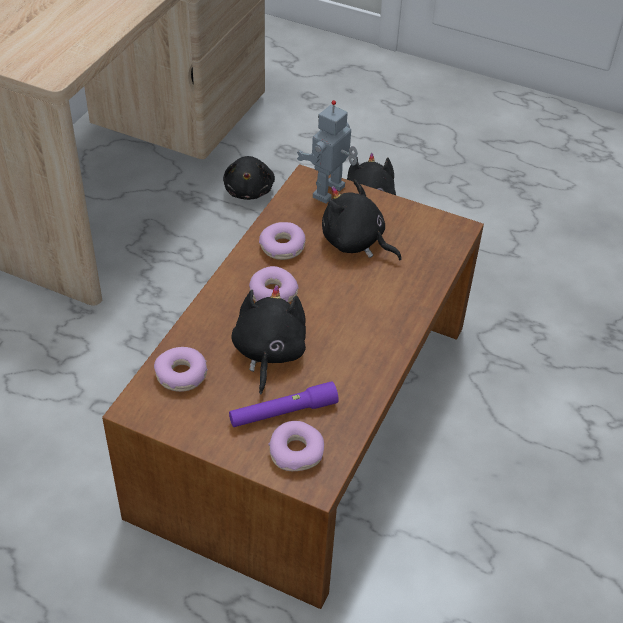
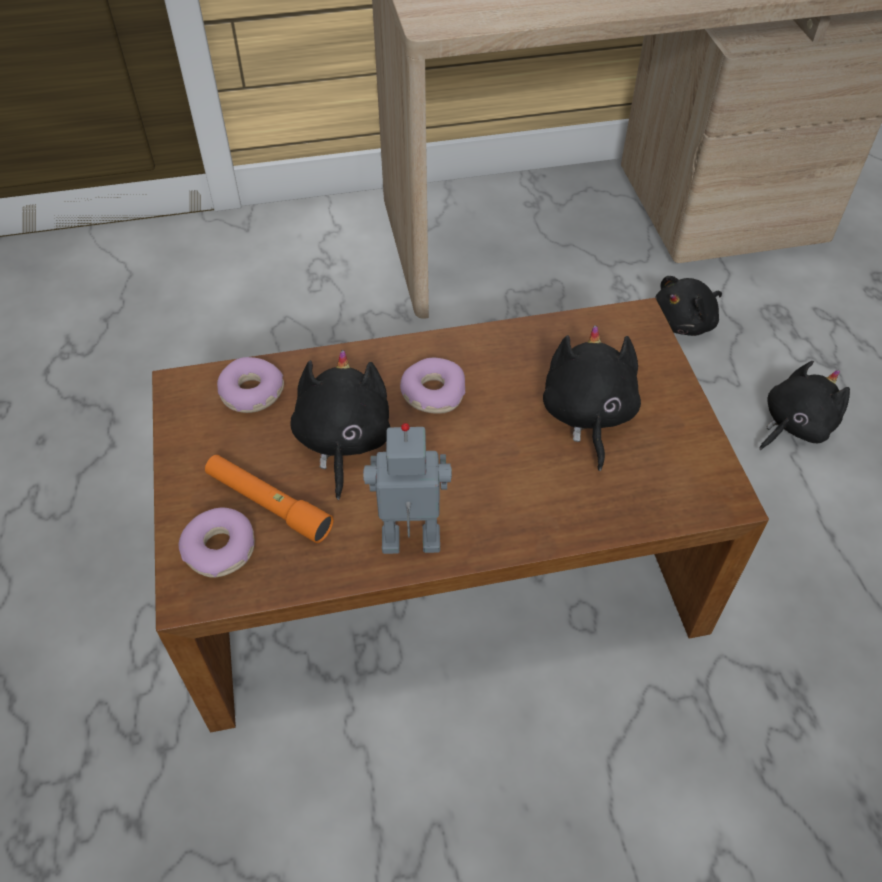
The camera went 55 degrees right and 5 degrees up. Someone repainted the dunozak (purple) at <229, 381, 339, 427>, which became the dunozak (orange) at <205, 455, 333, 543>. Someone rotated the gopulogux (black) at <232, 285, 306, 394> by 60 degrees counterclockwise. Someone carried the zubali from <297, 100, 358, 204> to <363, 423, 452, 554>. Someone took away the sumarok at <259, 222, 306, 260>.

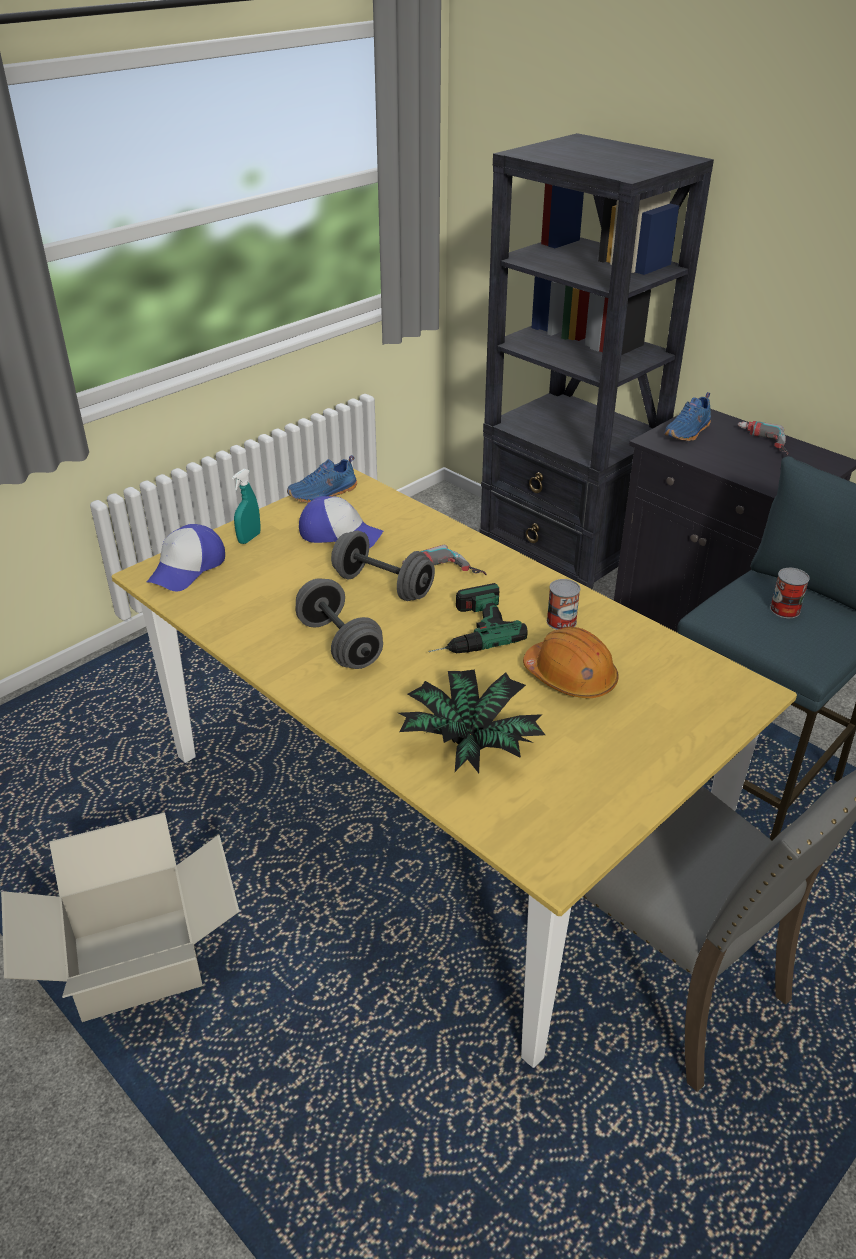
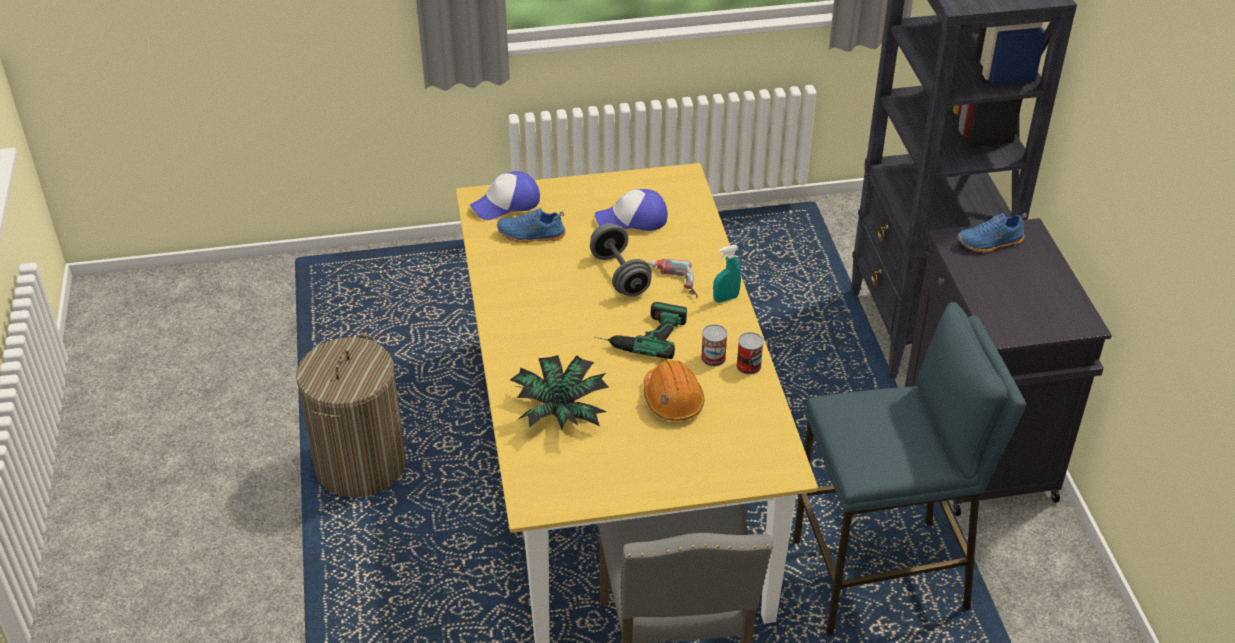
The camera went 35 degrees right and 5 degrees up. Someone swapped the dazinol at <1, 812, 240, 1022> for the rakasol at <296, 334, 406, 497>. Someone carried the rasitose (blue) from <287, 455, 357, 503> to <497, 208, 566, 243>. Someone rotated the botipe at <299, 496, 383, 548> by 120 degrees clockwise. Someone carried the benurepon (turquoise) from <232, 469, 261, 544> to <713, 245, 741, 303>. Someone carried the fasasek from <770, 568, 810, 618> to <736, 332, 764, 375>. Someone took away the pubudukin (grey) at <296, 578, 383, 669>. Someone took away the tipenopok at <737, 421, 789, 455>.

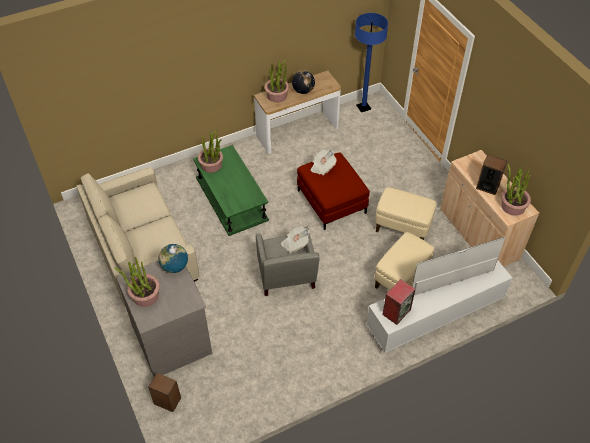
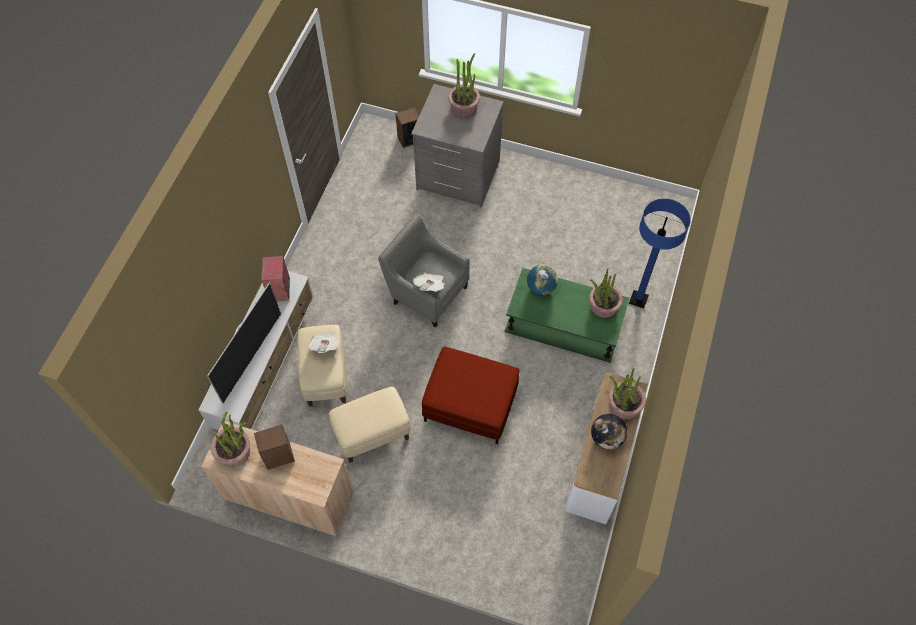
The camera went 135 degrees right and 10 degrees up. Someone carried the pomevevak from <311, 149, 336, 175> to <307, 331, 341, 353>. Someone carried the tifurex from <158, 244, 188, 273> to <527, 264, 558, 295>. Someone carried the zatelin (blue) from <355, 13, 388, 112> to <629, 198, 691, 308>. Someone took away the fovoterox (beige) at <76, 167, 200, 307>.

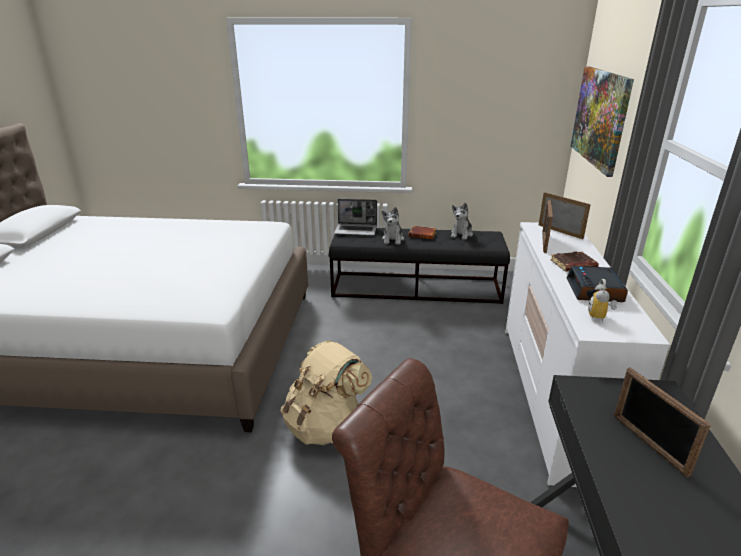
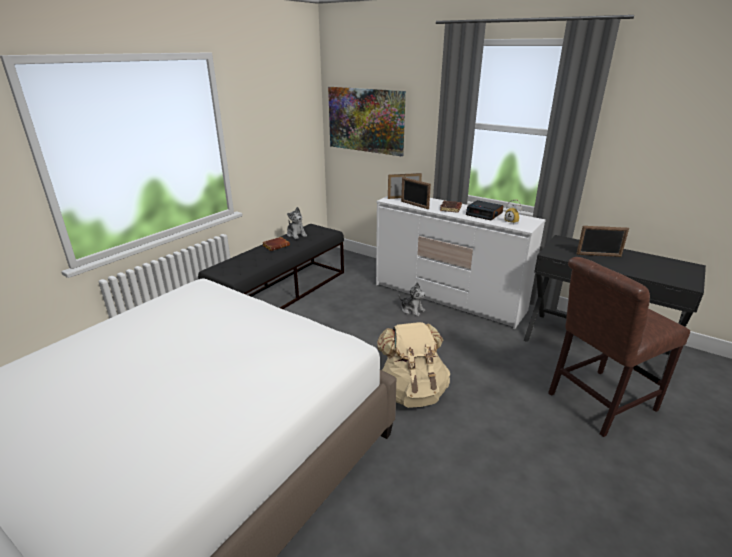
The camera went 60 degrees left and 0 degrees up. Someone carried the gopulogux from <382, 207, 404, 245> to <398, 282, 426, 316>. Someone took away the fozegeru at <334, 199, 377, 236>.

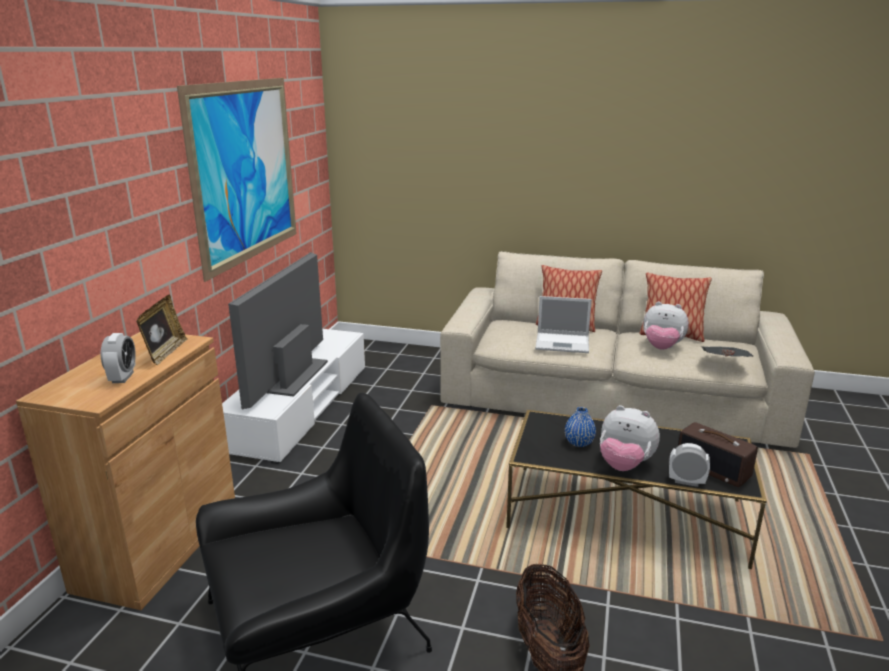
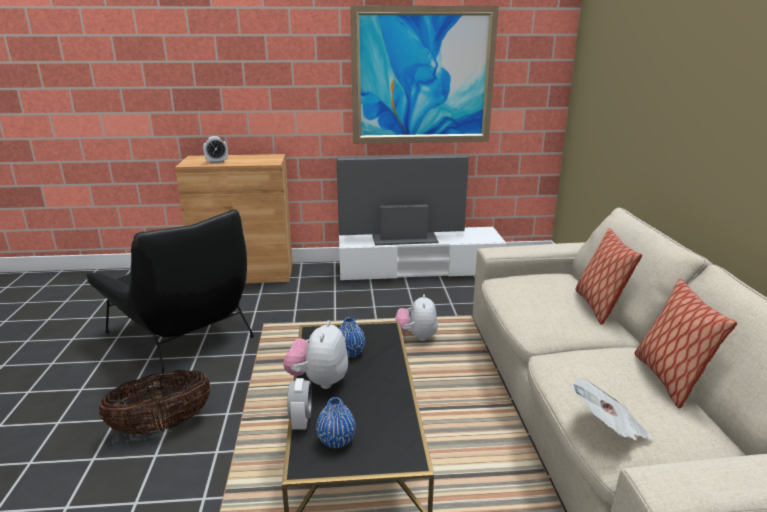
The camera went 70 degrees right and 0 degrees up. Someone swapped the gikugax at <678, 422, 758, 487> for the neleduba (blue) at <316, 397, 356, 448>. Someone carried the gopulogux from <643, 302, 689, 350> to <395, 294, 438, 341>. Someone took away the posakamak at <136, 295, 187, 365>. Someone took away the fozegeru at <535, 296, 592, 353>.

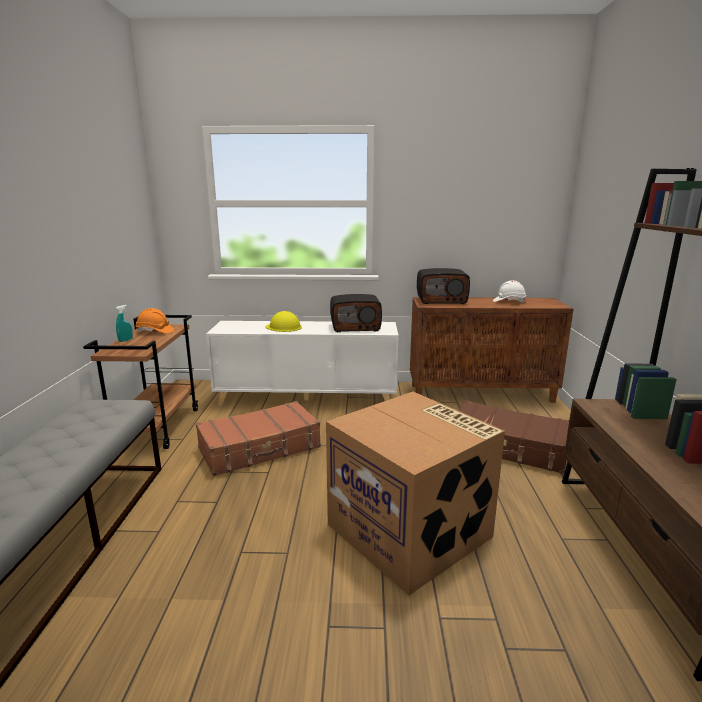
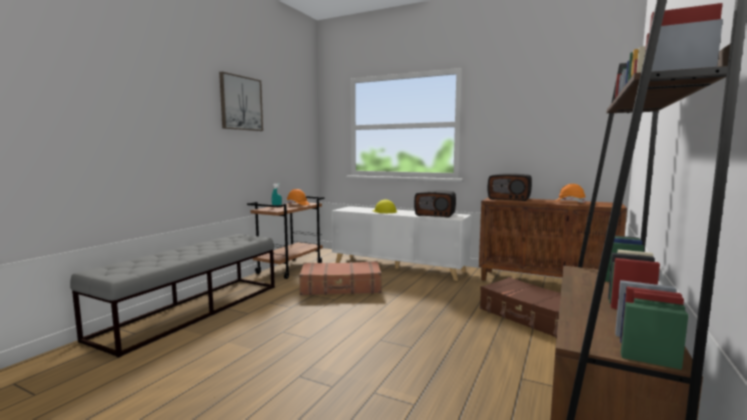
The camera went 25 degrees right and 10 degrees down. Someone put up the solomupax at <219, 72, 263, 131>. Someone repainted the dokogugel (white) at <493, 280, 526, 303>, which became the dokogugel (orange) at <556, 184, 586, 203>. Someone took away the dazinol at <326, 392, 505, 595>.

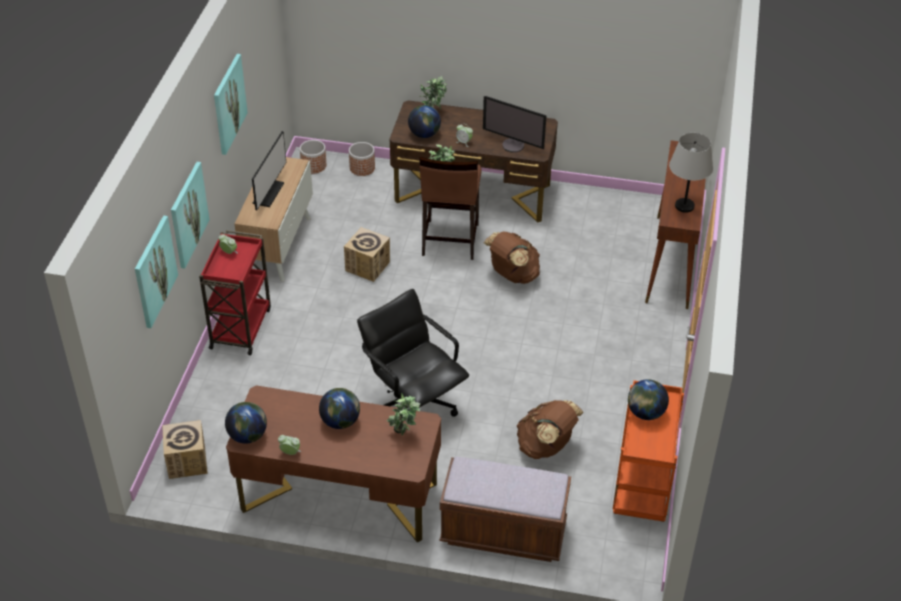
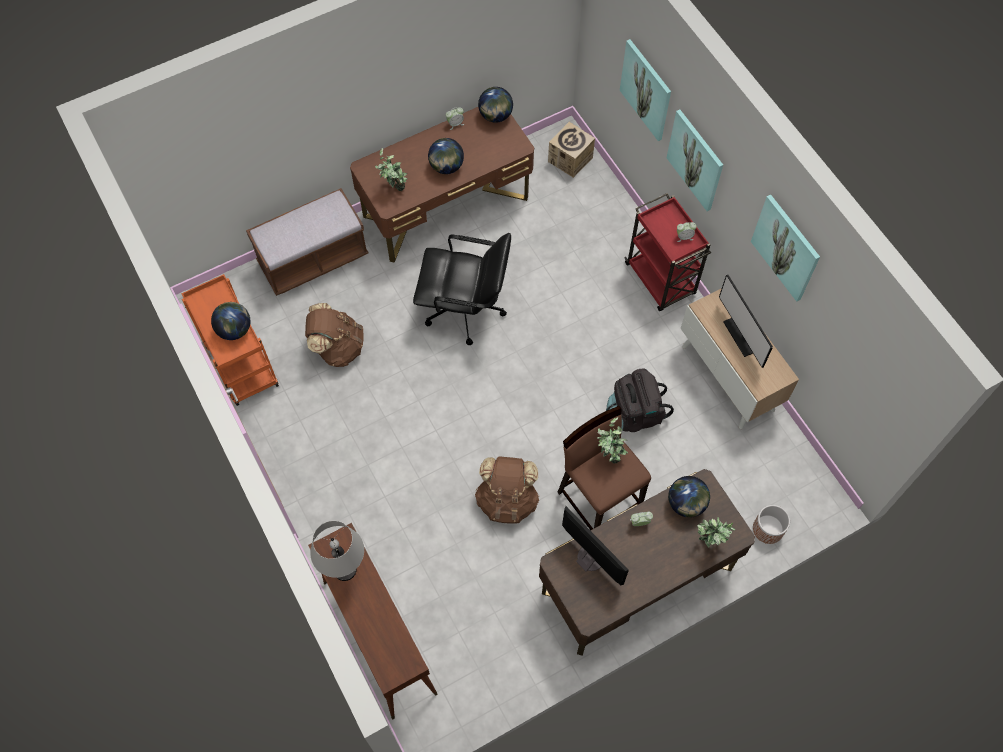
The camera went 140 degrees right and 20 degrees up. Someone rotated the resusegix at <483, 96, 546, 153> by 60 degrees clockwise. Someone swapped the dazinol at <344, 227, 390, 282> for the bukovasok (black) at <606, 368, 674, 432>. Someone took away the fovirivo at <300, 140, 327, 173>.

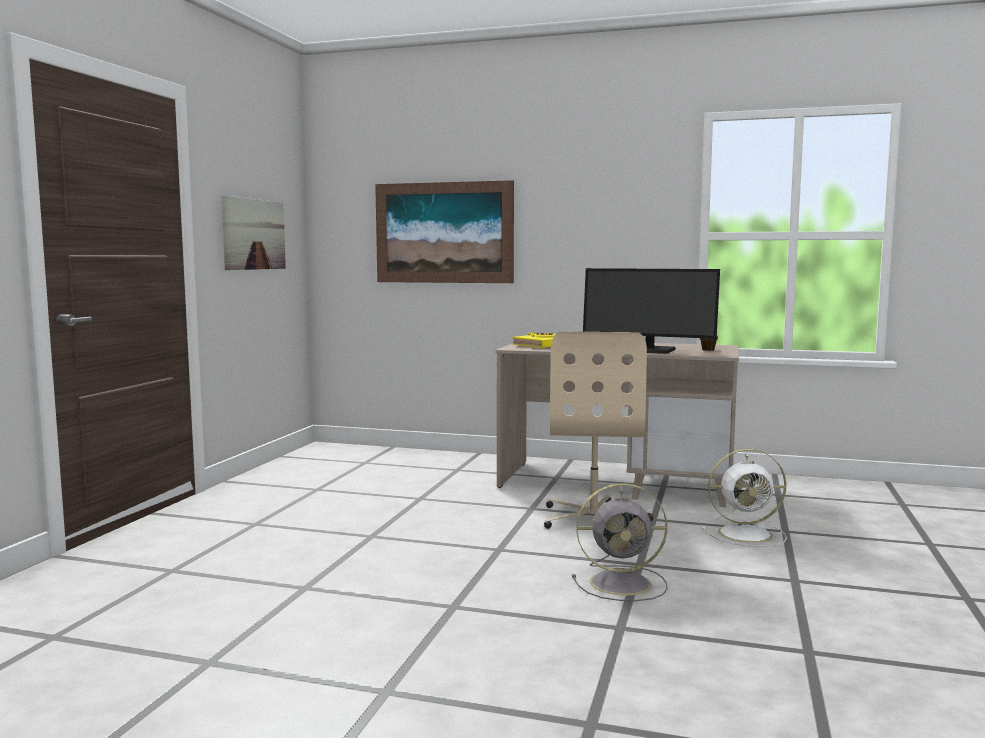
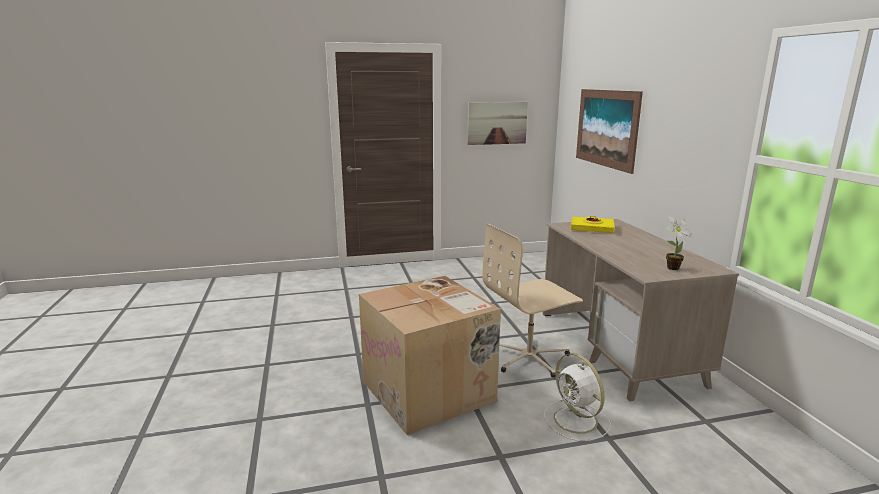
The camera went 60 degrees right and 10 degrees up. Someone swapped the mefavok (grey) at <572, 483, 668, 601> for the dazinol at <359, 276, 501, 435>. Someone took away the resusegix at <583, 268, 720, 354>.

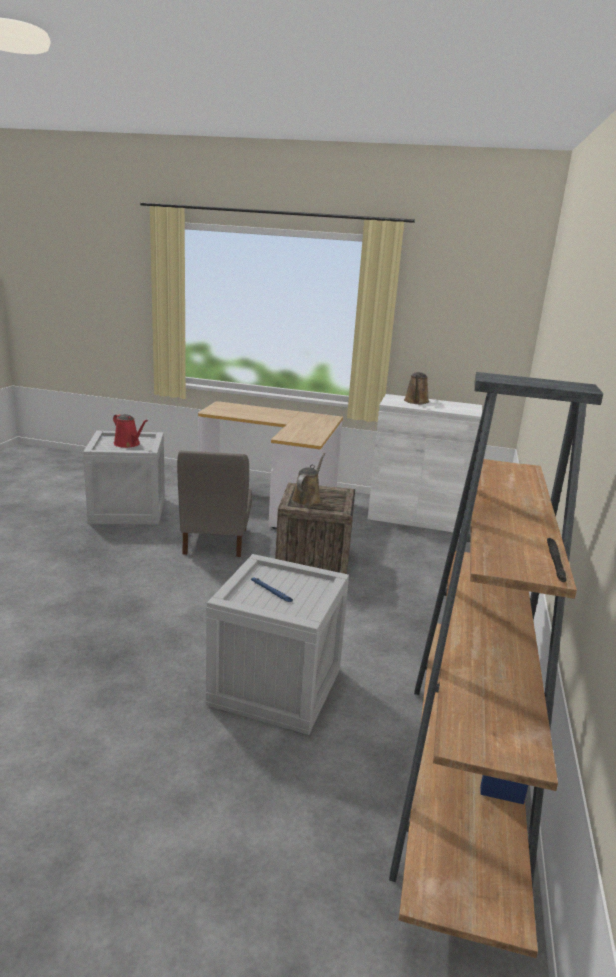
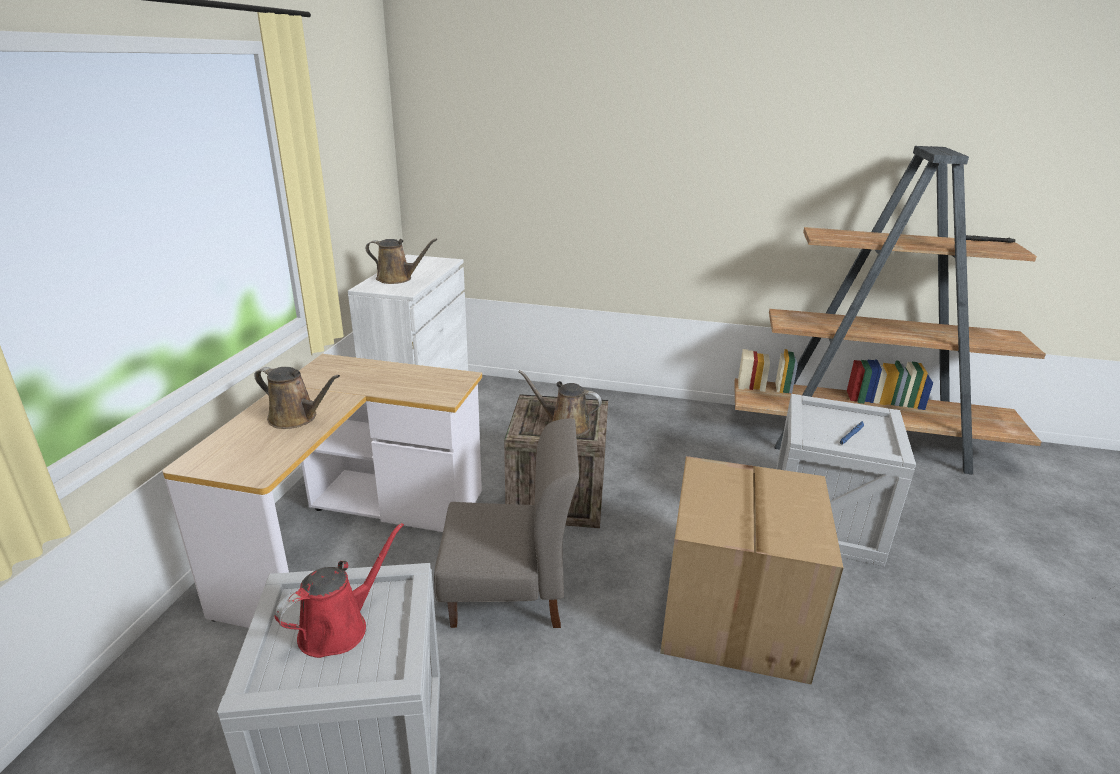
The camera went 90 degrees left and 5 degrees up. Someone put down the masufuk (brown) at <254, 367, 340, 429>. Someone put down the dazinol at <660, 456, 843, 684>.

